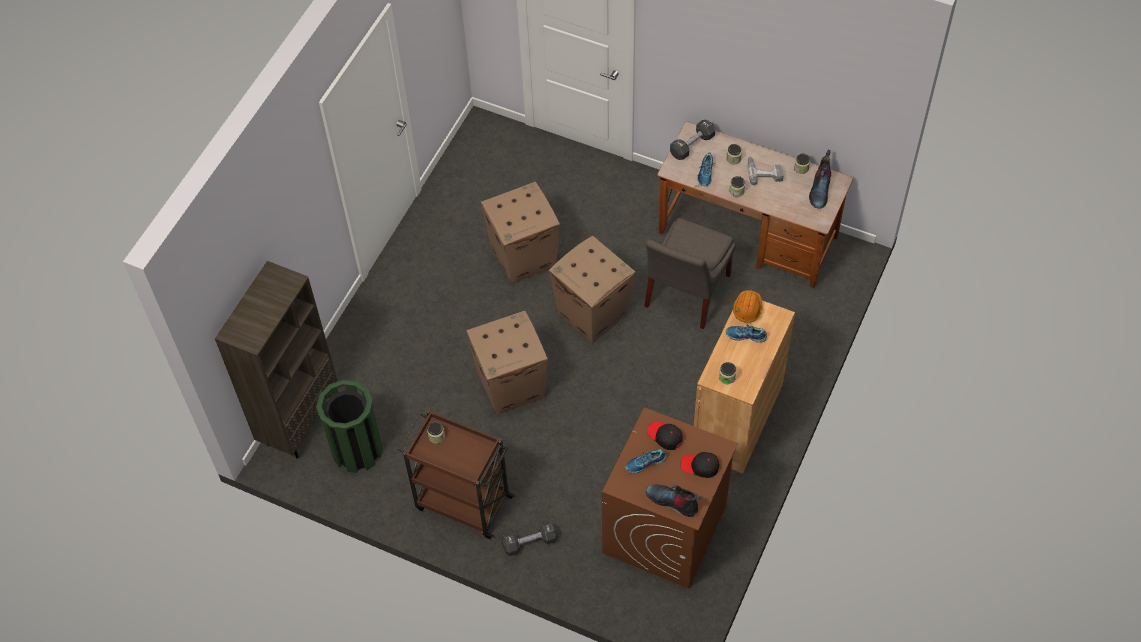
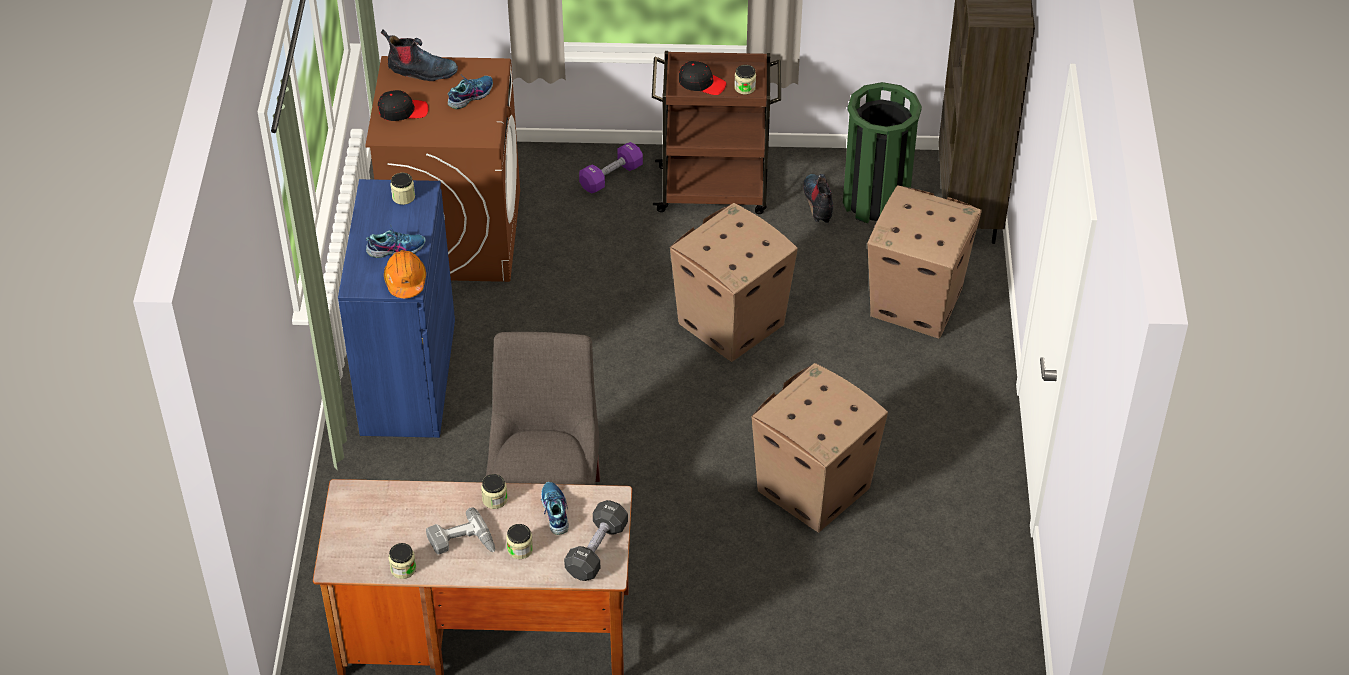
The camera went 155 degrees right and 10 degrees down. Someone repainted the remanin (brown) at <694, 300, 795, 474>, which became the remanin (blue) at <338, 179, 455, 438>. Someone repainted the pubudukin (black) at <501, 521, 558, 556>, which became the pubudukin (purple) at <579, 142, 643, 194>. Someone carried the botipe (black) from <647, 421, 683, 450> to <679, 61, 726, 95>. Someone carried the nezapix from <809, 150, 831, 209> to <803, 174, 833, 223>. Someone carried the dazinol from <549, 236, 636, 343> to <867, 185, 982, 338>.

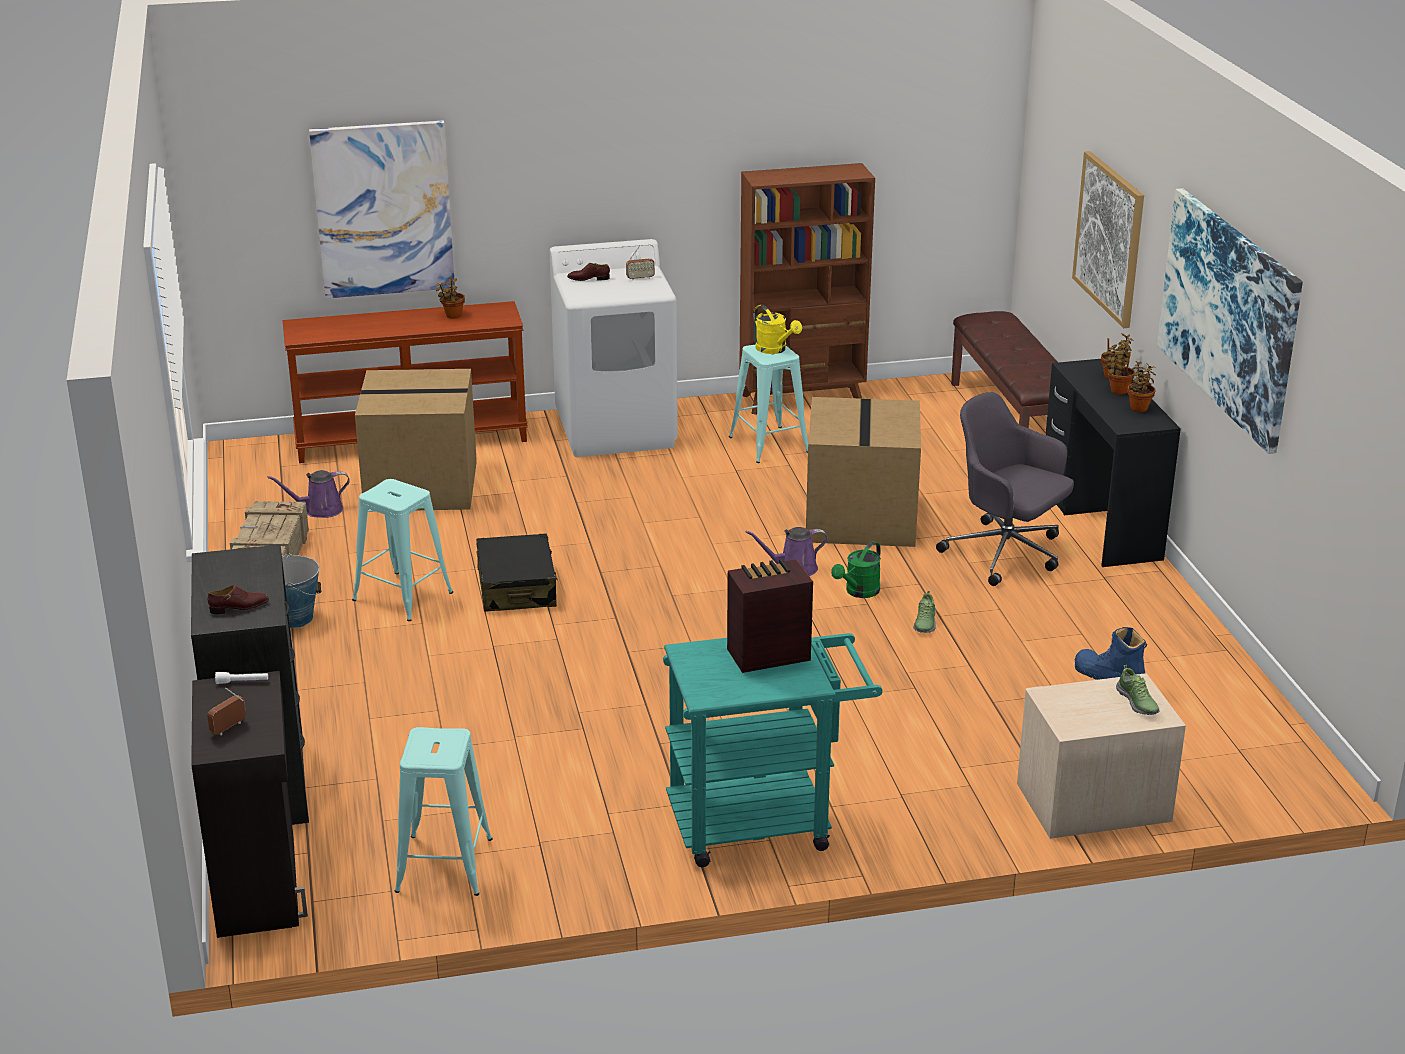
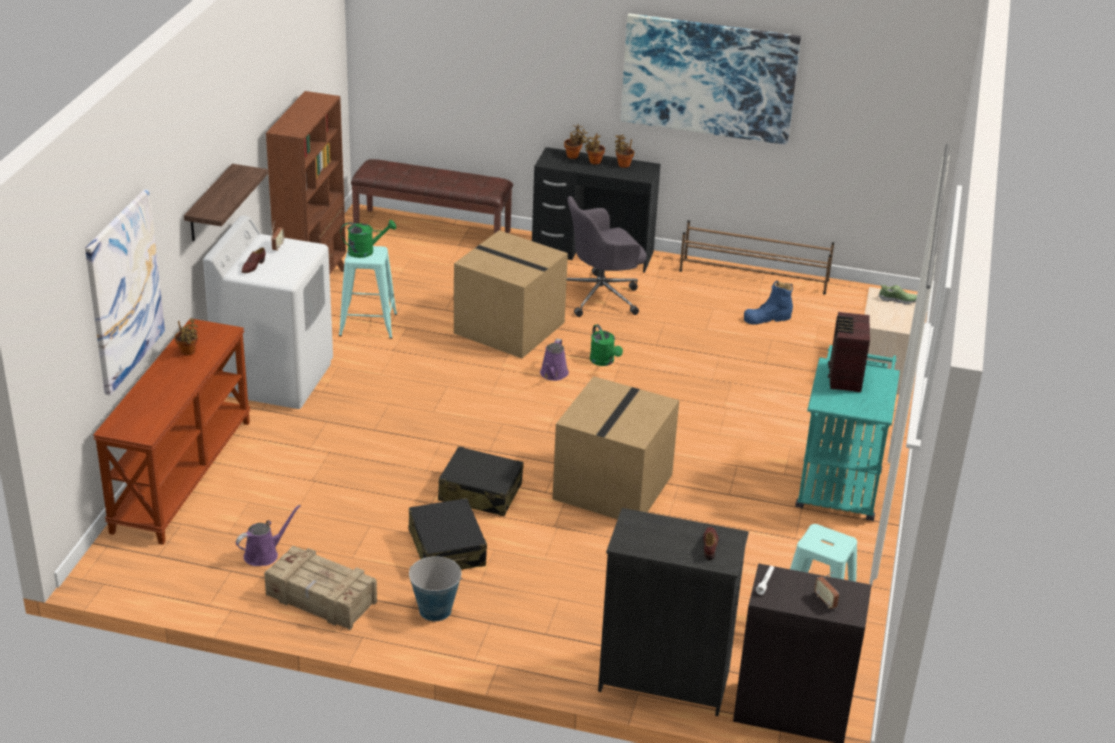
The camera went 65 degrees left and 5 degrees up. Someone put up the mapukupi at <184, 164, 268, 242>. Someone rotated the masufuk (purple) at <267, 470, 350, 518> by 135 degrees counterclockwise. Someone repainted the masufuk (yellow) at <754, 305, 802, 354>, which became the masufuk (green) at <341, 220, 396, 258>. Someone swapped the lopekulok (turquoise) at <352, 479, 453, 621> for the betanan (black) at <409, 498, 487, 570>. Someone carried the dazinol from <355, 369, 477, 510> to <552, 376, 679, 519>. Someone put down the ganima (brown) at <679, 220, 834, 295>. Someone took away the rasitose at <913, 591, 936, 633>. Someone took away the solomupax at <1072, 151, 1144, 328>.

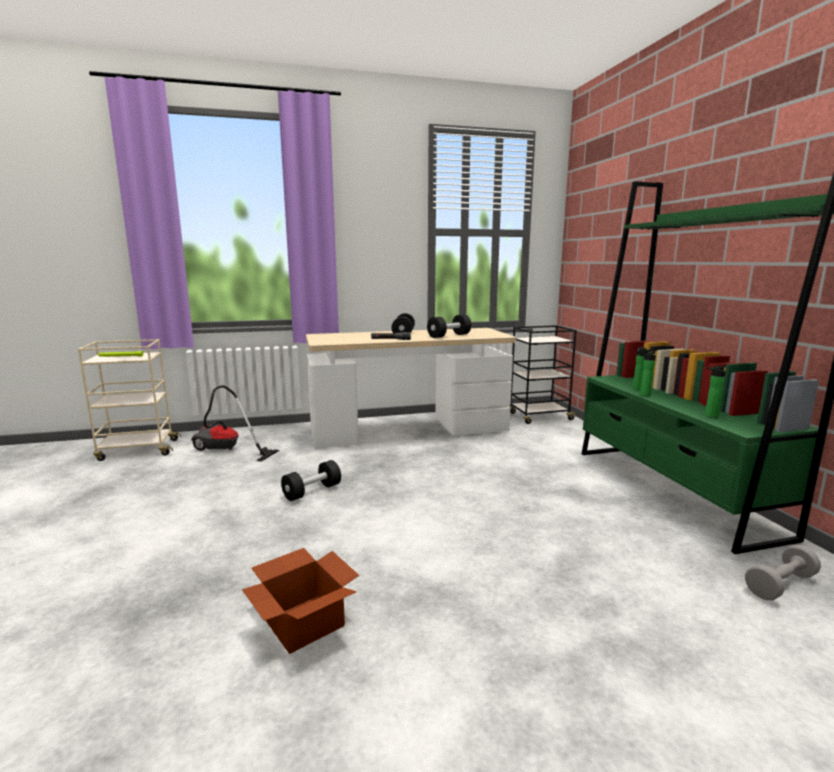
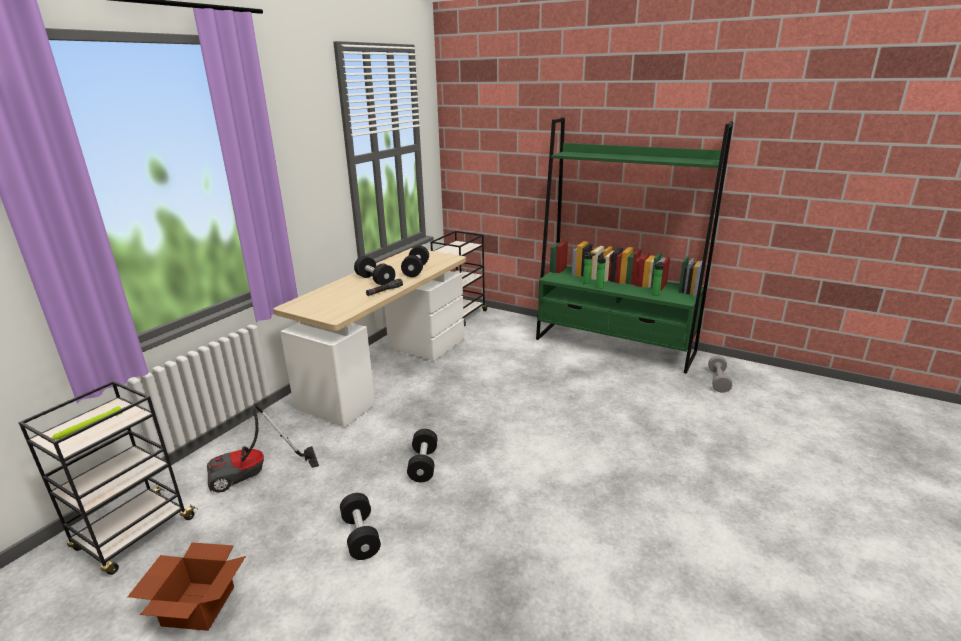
The camera went 45 degrees left and 10 degrees up. Someone repainted the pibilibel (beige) at <78, 339, 181, 461>, which became the pibilibel (black) at <18, 381, 198, 575>. Someone carried the dazinol from <242, 548, 359, 654> to <127, 542, 246, 631>. Someone put down the pubudukin (black) at <340, 493, 381, 560>.

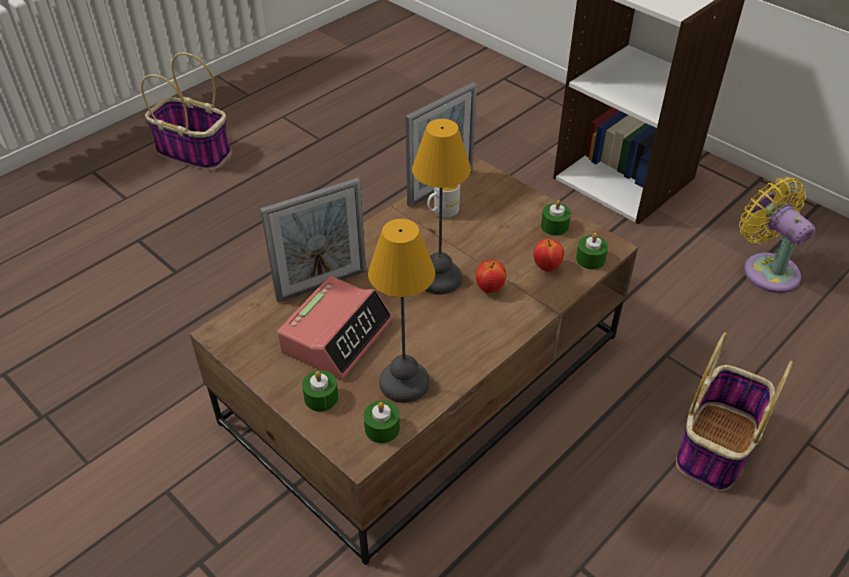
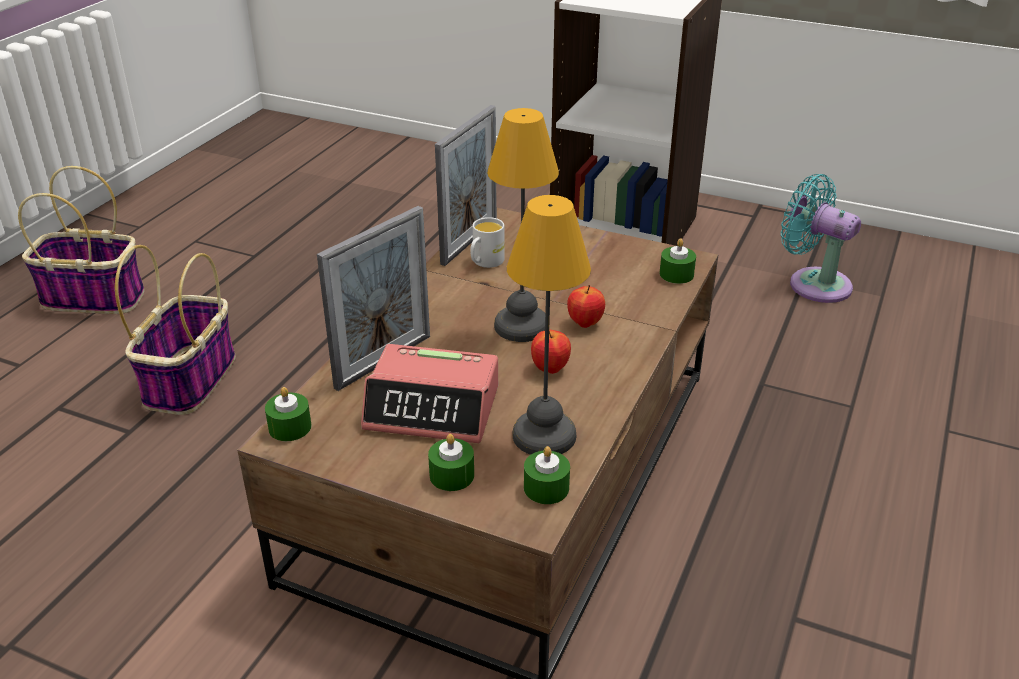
The camera went 20 degrees left and 10 degrees down. Someone carried the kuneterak from <676, 332, 793, 491> to <115, 245, 236, 415>. Someone carried the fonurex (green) from <541, 200, 571, 236> to <265, 387, 312, 441>. Someone rotated the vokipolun at <277, 276, 393, 380> by 90 degrees clockwise. Someone carried the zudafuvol from <533, 239, 564, 272> to <531, 330, 571, 374>. Someone repainted the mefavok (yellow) at <739, 177, 816, 293>, which became the mefavok (turquoise) at <781, 174, 861, 303>.

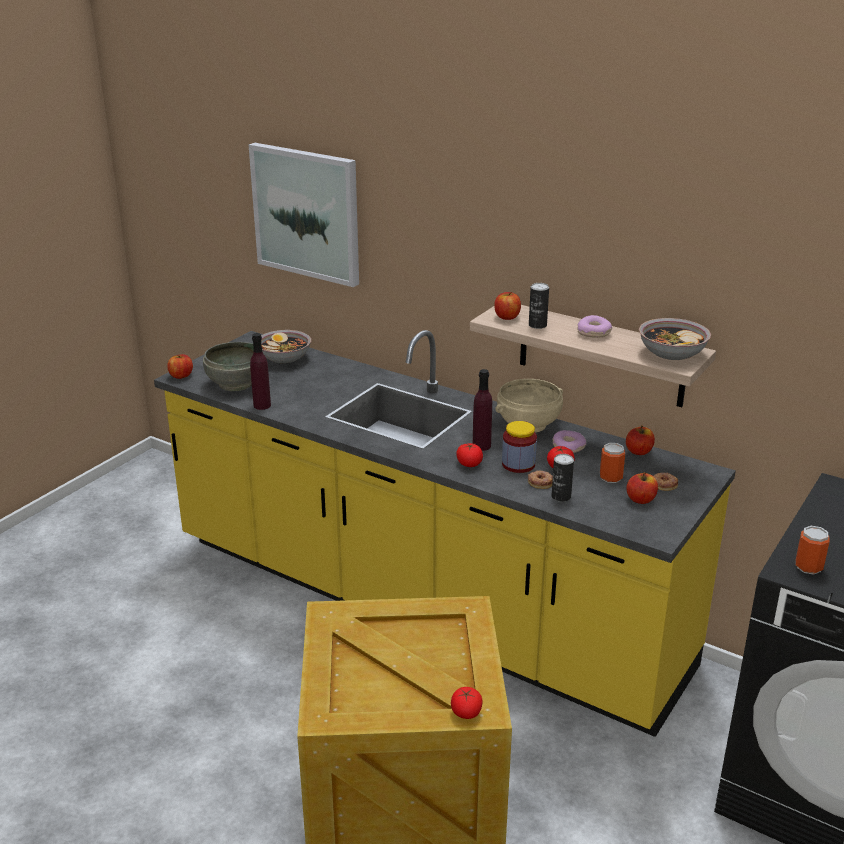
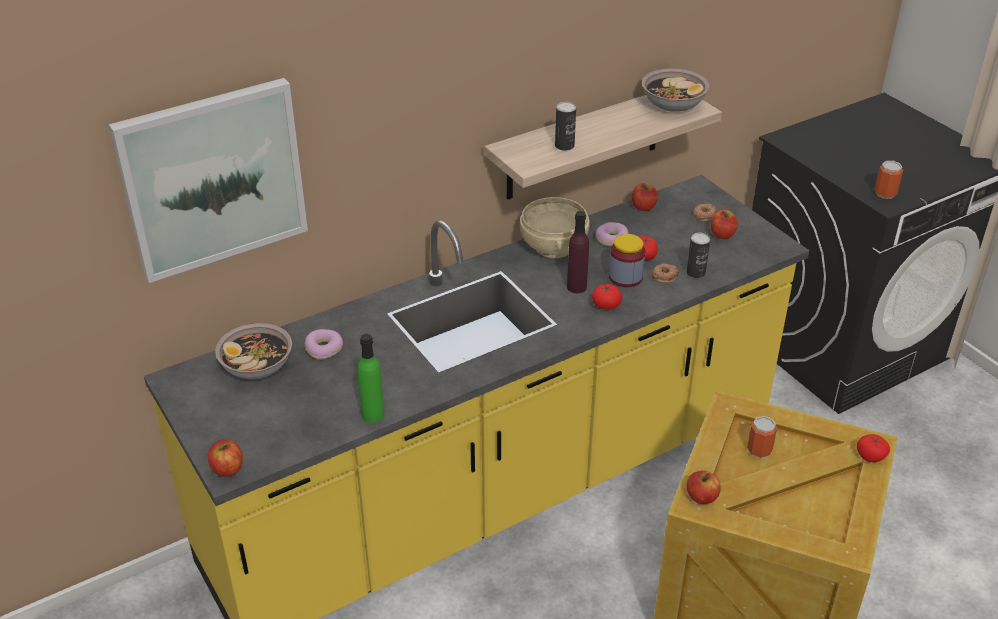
The camera went 65 degrees left and 10 degrees up. Someone carried the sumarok from <577, 315, 612, 338> to <304, 329, 343, 360>. Someone repainted the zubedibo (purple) at <250, 333, 271, 410>, which became the zubedibo (green) at <357, 334, 384, 423>. Someone carried the zudafuvol from <494, 292, 521, 320> to <687, 471, 721, 504>. Someone carried the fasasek from <600, 443, 625, 483> to <747, 416, 777, 458>. Someone took away the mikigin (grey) at <203, 342, 253, 391>.

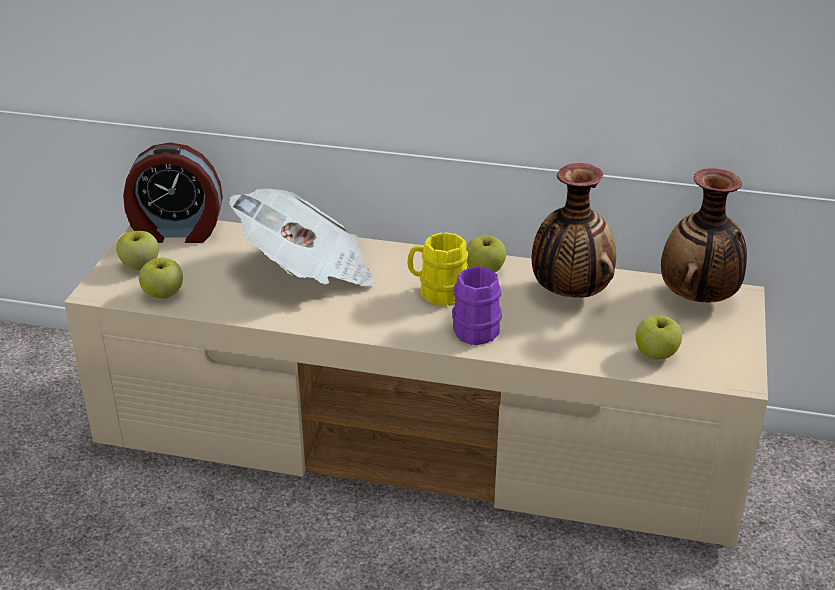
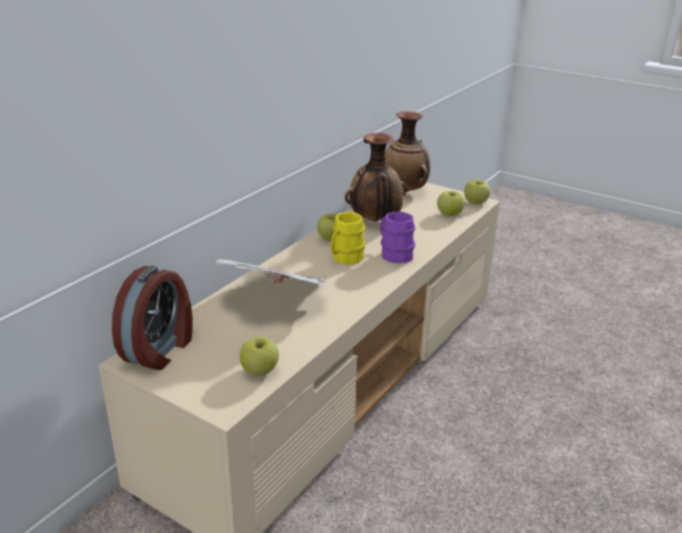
The camera went 70 degrees left and 5 degrees down. Someone carried the zudafuvol from <116, 231, 159, 270> to <464, 180, 490, 204>.

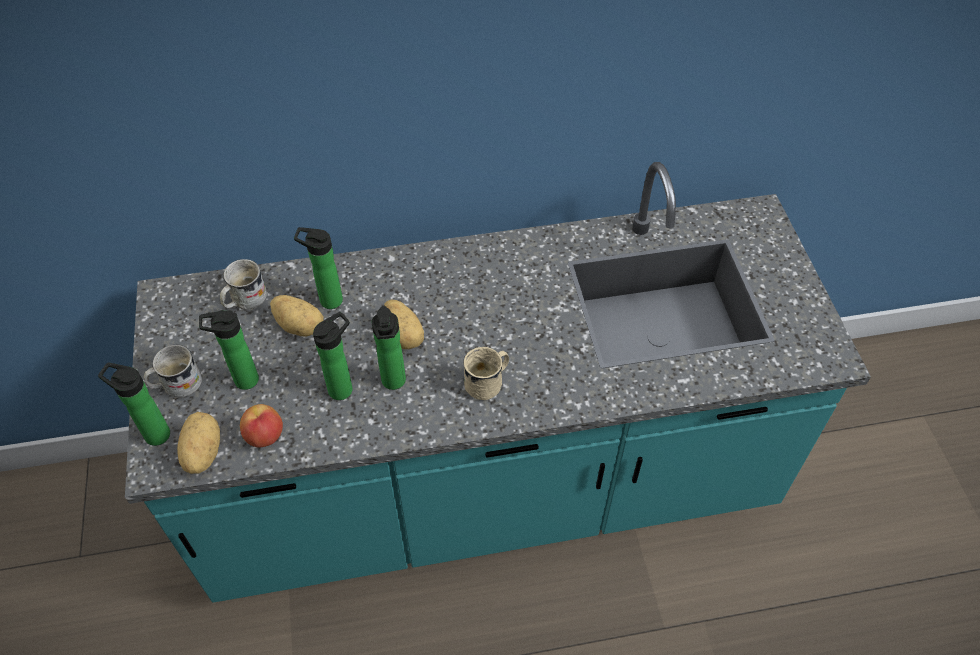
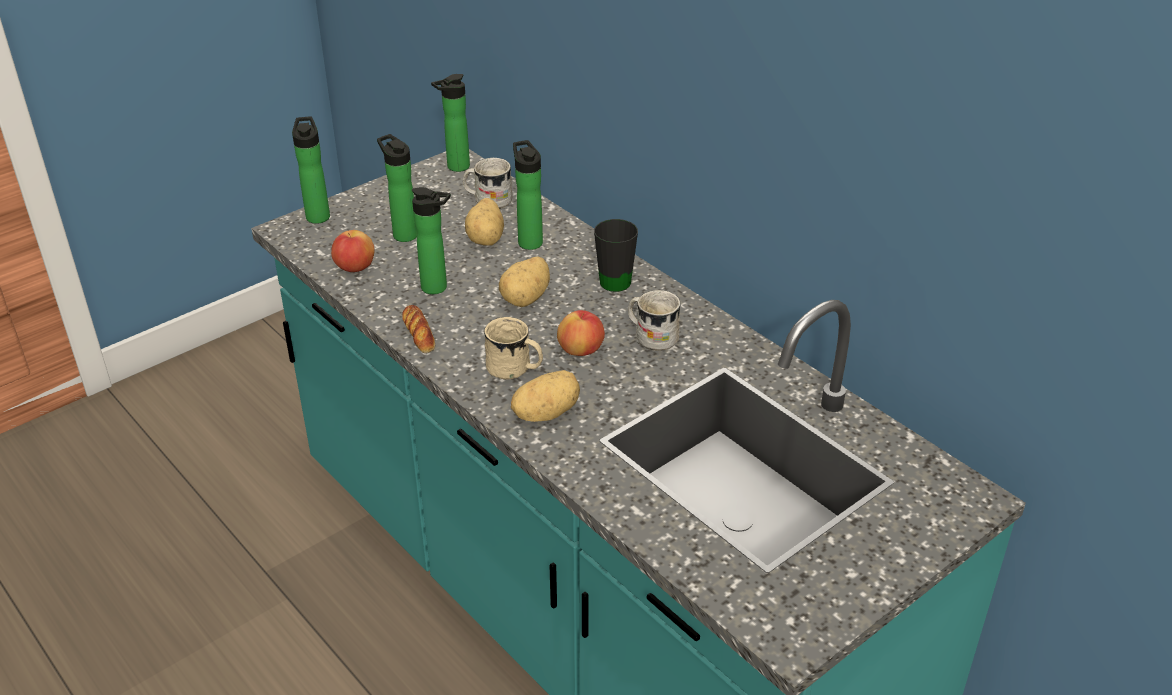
The camera went 60 degrees right and 15 degrees down. Someone put down the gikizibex at <402, 305, 436, 353>. Someone carried the zubedibo from <371, 306, 406, 390> to <431, 74, 470, 172>. Someone carried the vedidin from <177, 412, 220, 474> to <511, 370, 580, 422>. Someone put down the zudafuvol at <557, 310, 605, 356>. Someone put down the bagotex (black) at <594, 219, 638, 292>. Someone carried the bagotex (white) from <144, 345, 202, 399> to <628, 290, 681, 351>.

